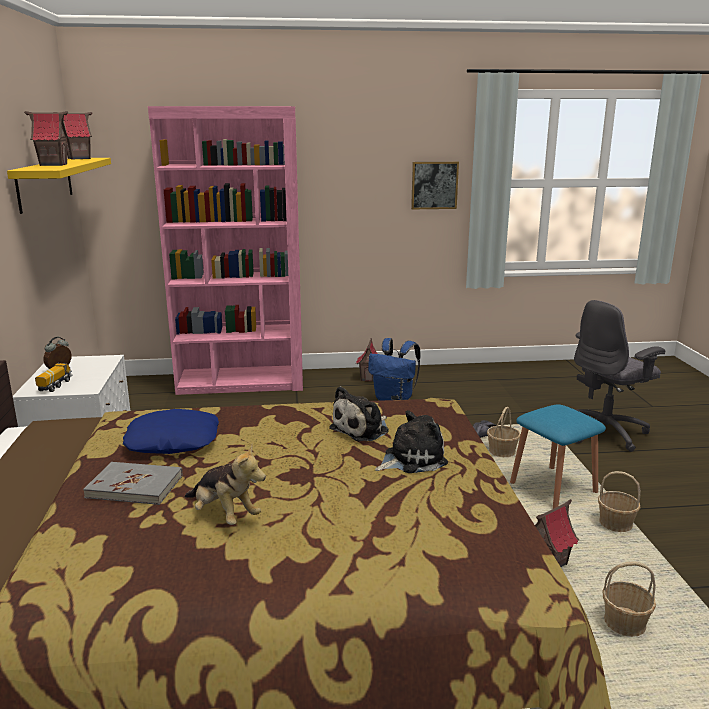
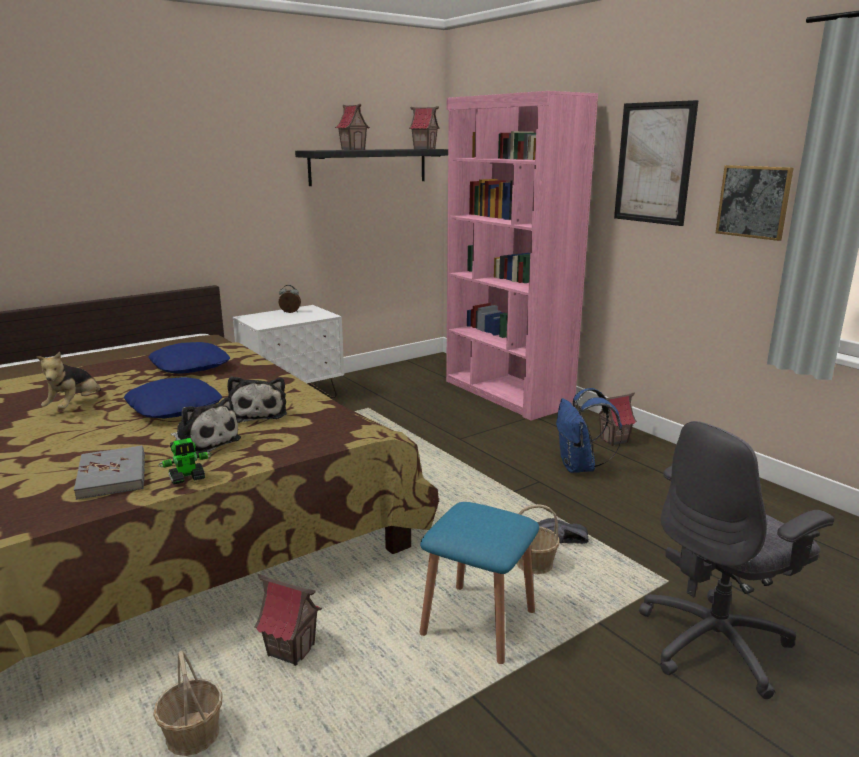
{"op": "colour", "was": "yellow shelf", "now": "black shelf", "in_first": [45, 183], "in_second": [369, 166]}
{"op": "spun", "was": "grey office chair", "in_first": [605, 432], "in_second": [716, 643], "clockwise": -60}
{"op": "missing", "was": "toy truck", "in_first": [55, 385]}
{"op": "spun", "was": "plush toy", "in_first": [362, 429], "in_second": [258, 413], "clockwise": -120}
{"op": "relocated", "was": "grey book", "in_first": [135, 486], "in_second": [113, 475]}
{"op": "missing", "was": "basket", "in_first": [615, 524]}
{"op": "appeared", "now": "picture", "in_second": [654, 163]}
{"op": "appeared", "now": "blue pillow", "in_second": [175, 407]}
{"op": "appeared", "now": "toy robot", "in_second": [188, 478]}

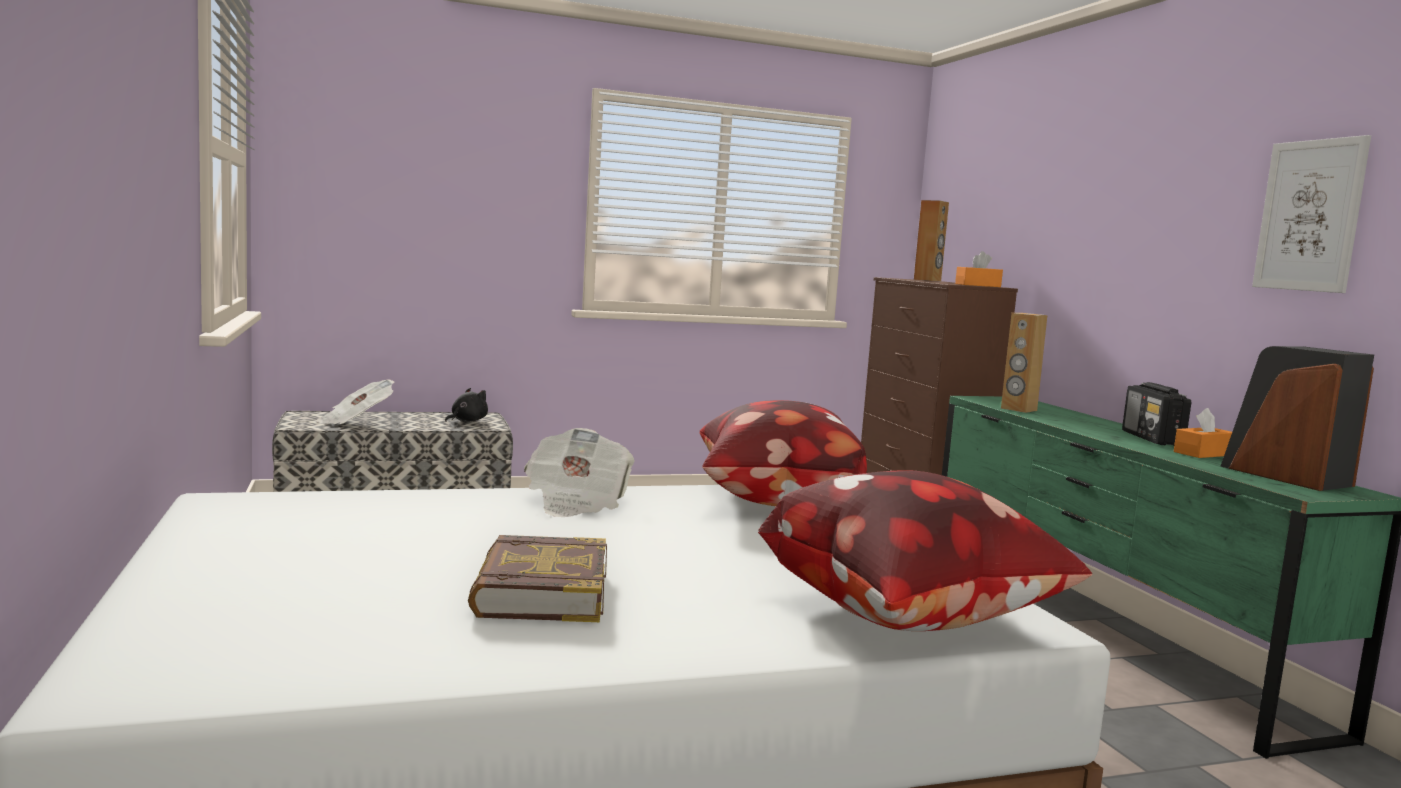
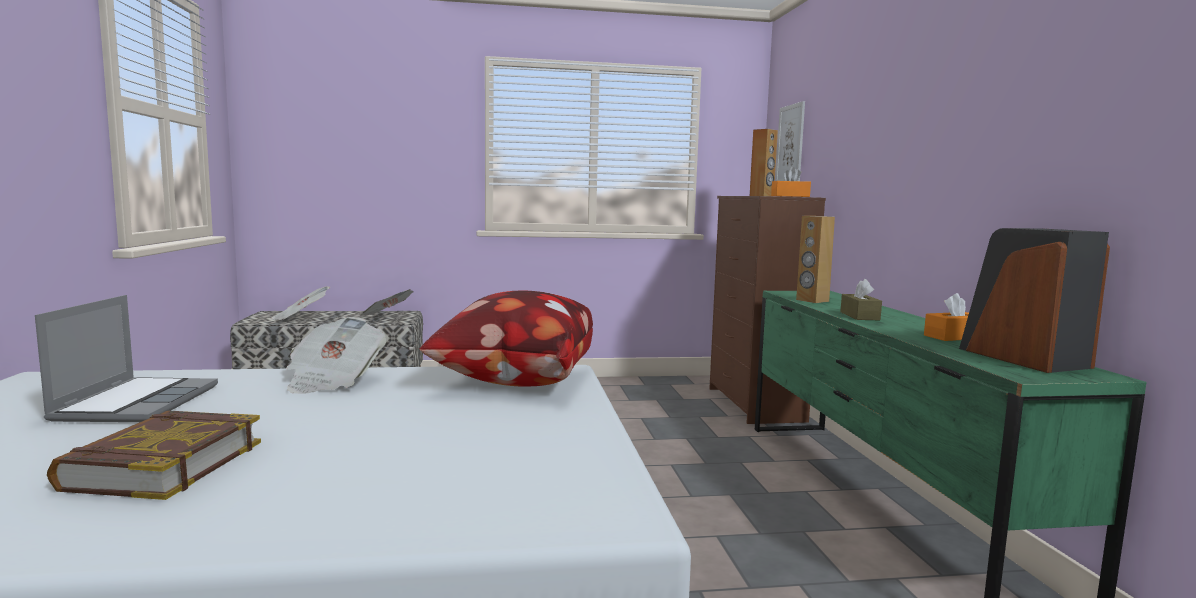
{"op": "relocated", "was": "picture", "in_first": [1309, 215], "in_second": [790, 144]}
{"op": "missing", "was": "radio", "in_first": [1152, 439]}
{"op": "exchanged", "was": "black plush toy", "now": "newspaper", "in_first": [467, 421], "in_second": [387, 317]}
{"op": "missing", "was": "pillow", "in_first": [912, 620]}
{"op": "appeared", "now": "brown tissue box", "in_second": [859, 316]}
{"op": "appeared", "now": "laptop", "in_second": [137, 402]}

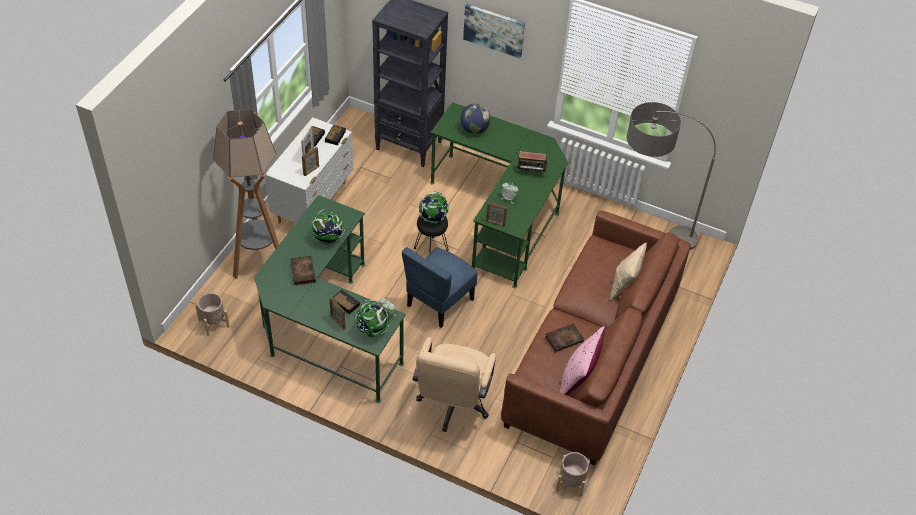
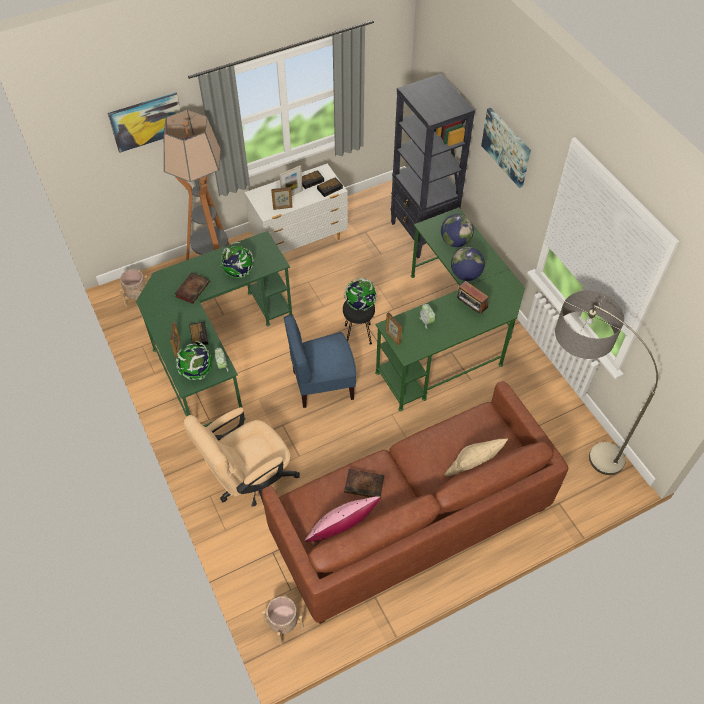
{"op": "appeared", "now": "picture", "in_second": [146, 121]}
{"op": "appeared", "now": "globe", "in_second": [465, 275]}

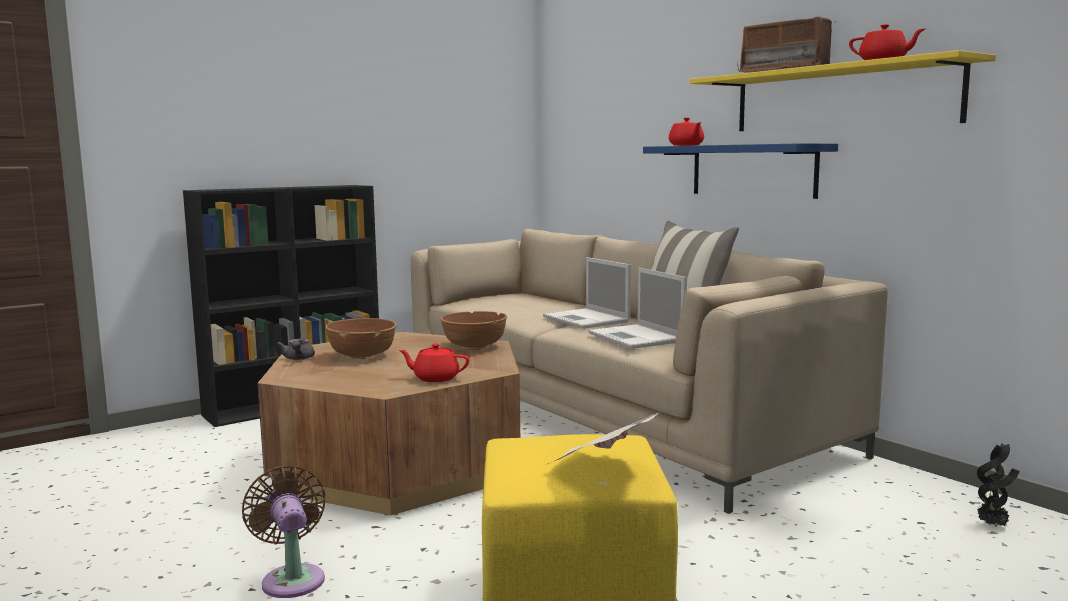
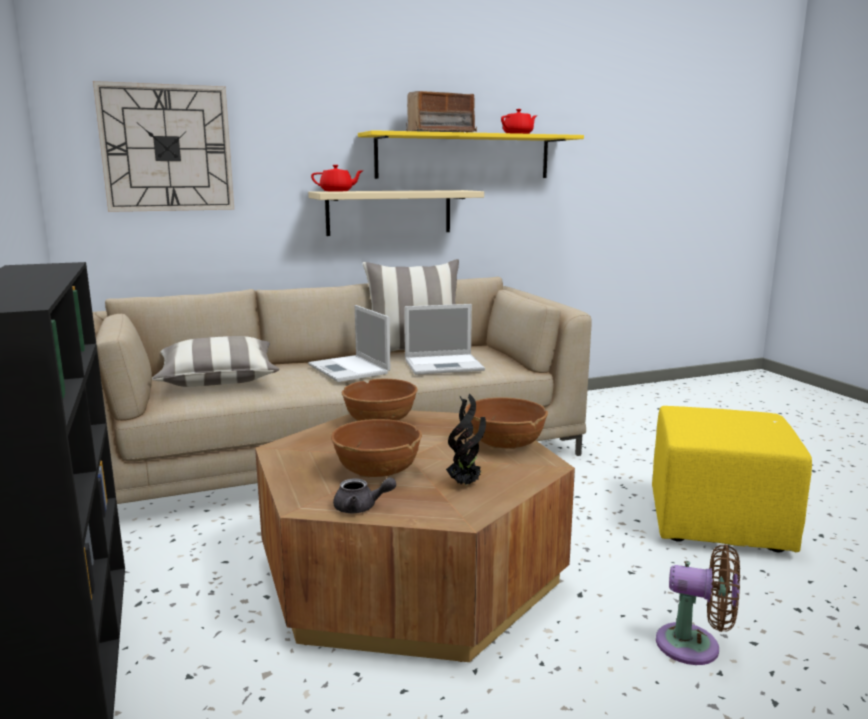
{"op": "colour", "was": "blue shelf", "now": "beige shelf", "in_first": [752, 170], "in_second": [389, 212]}
{"op": "spun", "was": "laptop", "in_first": [587, 319], "in_second": [349, 369], "clockwise": 75}
{"op": "exchanged", "was": "red teapot", "now": "brown bowl", "in_first": [435, 378], "in_second": [505, 444]}
{"op": "missing", "was": "newspaper", "in_first": [602, 468]}
{"op": "relocated", "was": "potted plant", "in_first": [993, 525], "in_second": [466, 484]}
{"op": "spun", "was": "brown fan", "in_first": [292, 578], "in_second": [695, 646], "clockwise": -150}
{"op": "appeared", "now": "wall clock", "in_second": [167, 148]}
{"op": "appeared", "now": "pillow", "in_second": [218, 380]}

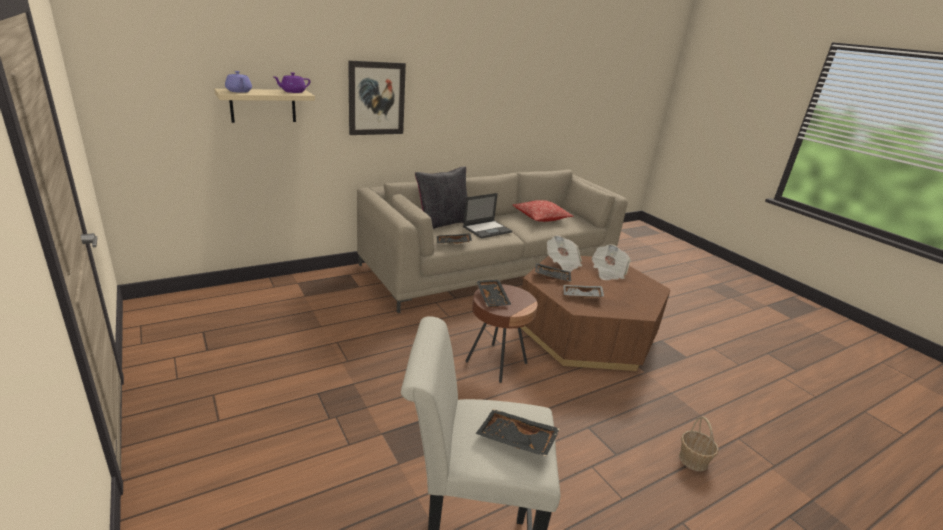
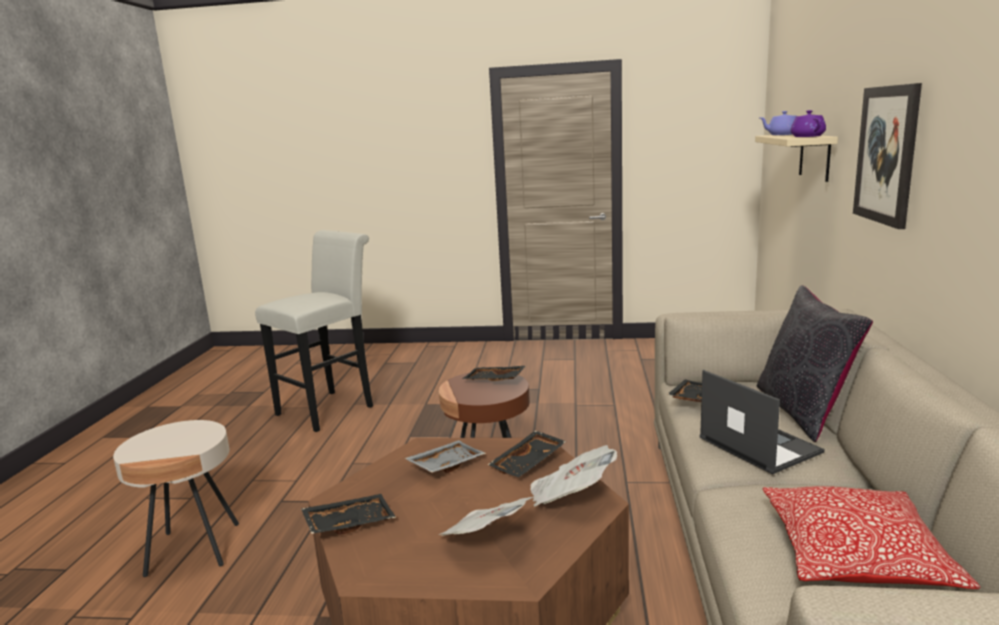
{"op": "spun", "was": "laptop", "in_first": [487, 229], "in_second": [758, 444], "clockwise": 150}
{"op": "relocated", "was": "black tray", "in_first": [515, 440], "in_second": [349, 523]}
{"op": "exchanged", "was": "basket", "now": "beige side table", "in_first": [693, 460], "in_second": [193, 549]}

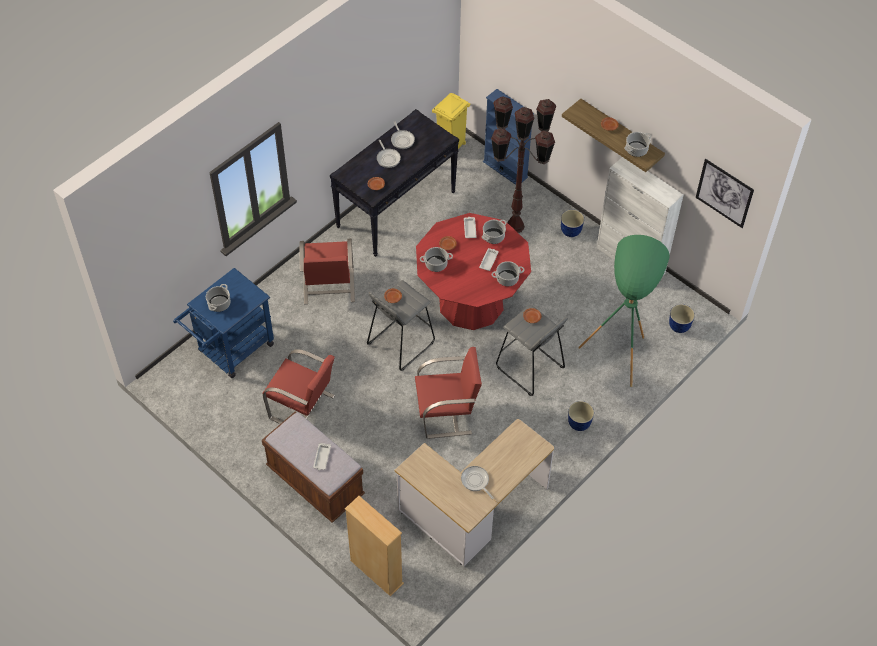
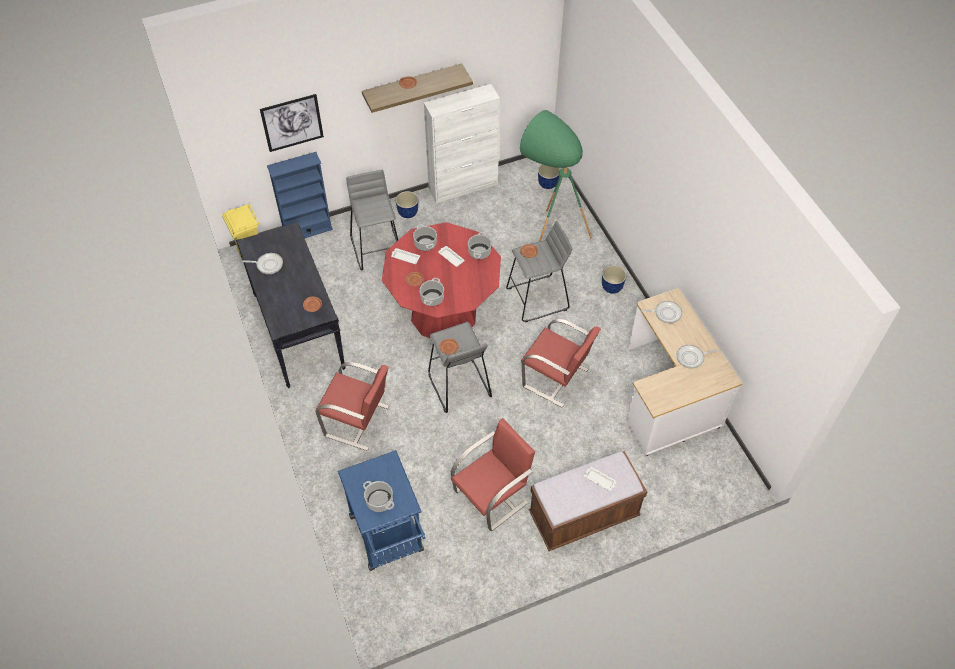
{"op": "exchanged", "was": "brown floor lamp", "now": "grey stool", "in_first": [515, 226], "in_second": [377, 248]}
{"op": "missing", "was": "cooking pot", "in_first": [636, 149]}
{"op": "relocated", "was": "frying pan", "in_first": [388, 158], "in_second": [666, 313]}
{"op": "relocated", "was": "picture", "in_first": [724, 193], "in_second": [292, 123]}
{"op": "spun", "was": "red chair", "in_first": [447, 414], "in_second": [556, 379], "clockwise": 105}
{"op": "missing", "was": "beige bookcase", "in_first": [376, 572]}

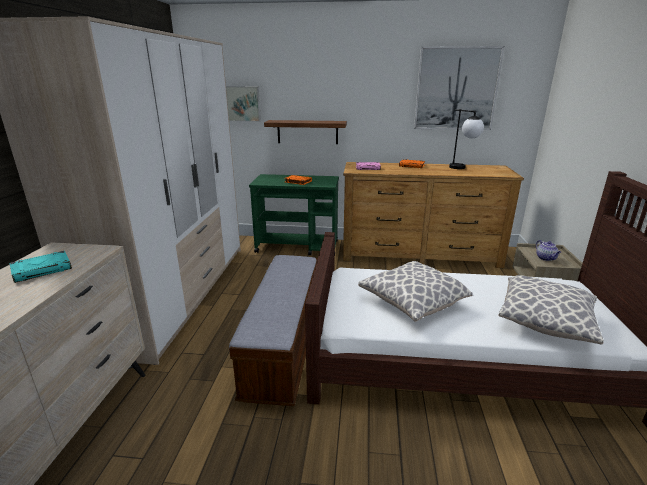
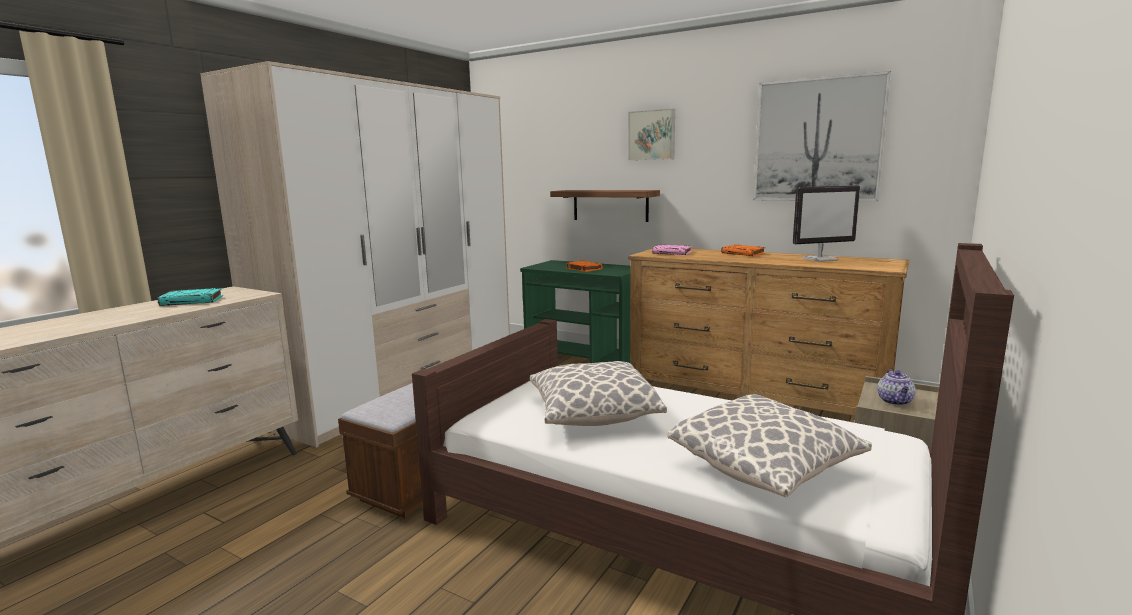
{"op": "relocated", "was": "picture", "in_first": [243, 103], "in_second": [652, 135]}
{"op": "exchanged", "was": "table lamp", "now": "monitor", "in_first": [463, 168], "in_second": [820, 259]}

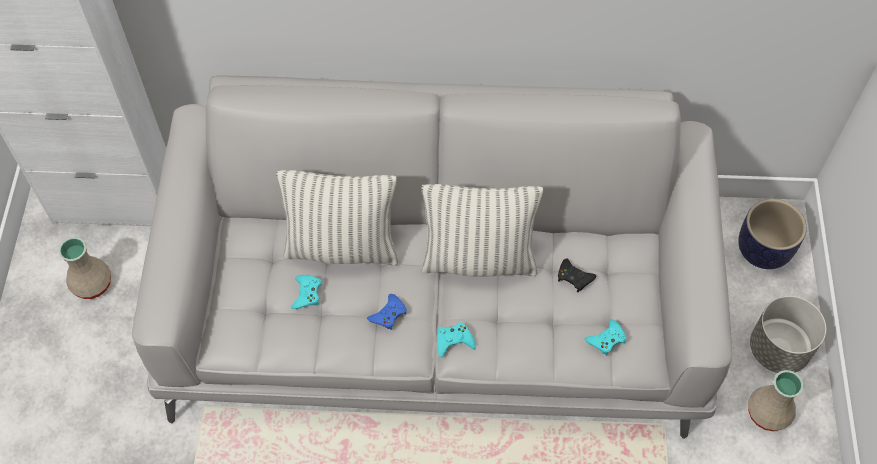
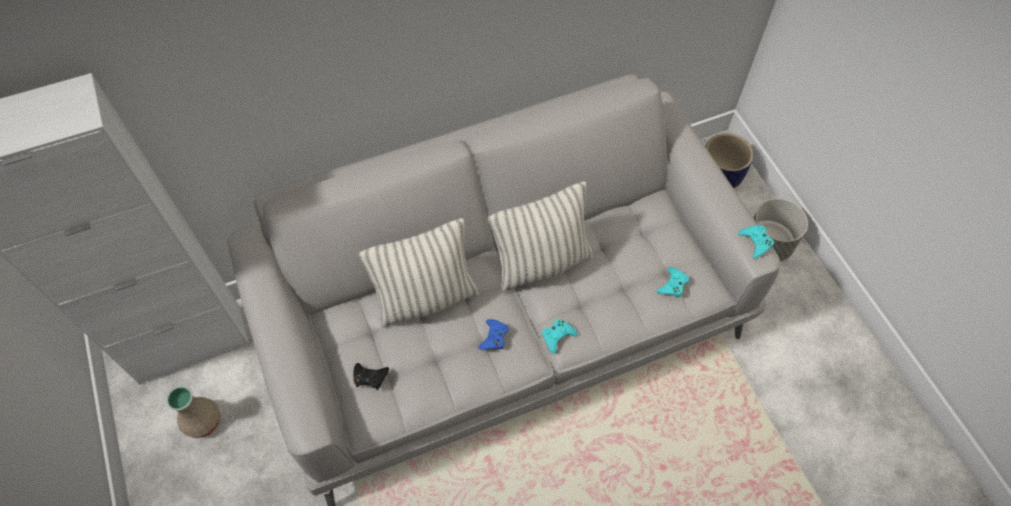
{"op": "relocated", "was": "black game controller", "in_first": [574, 277], "in_second": [370, 377]}
{"op": "relocated", "was": "turquoise game controller", "in_first": [307, 294], "in_second": [756, 242]}
{"op": "missing", "was": "beige vase", "in_first": [769, 413]}

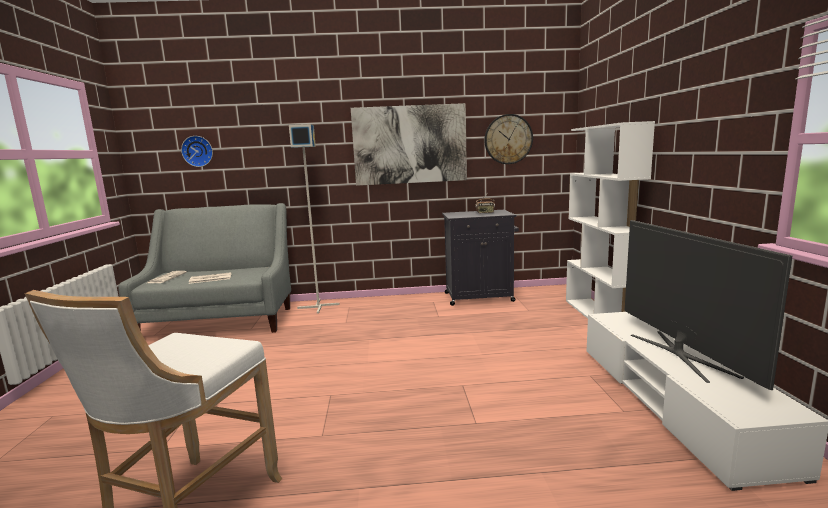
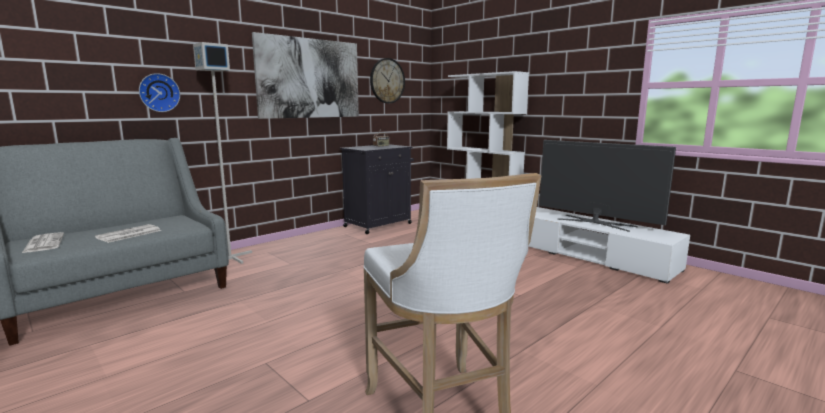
{"op": "relocated", "was": "wall clock", "in_first": [198, 151], "in_second": [159, 93]}

